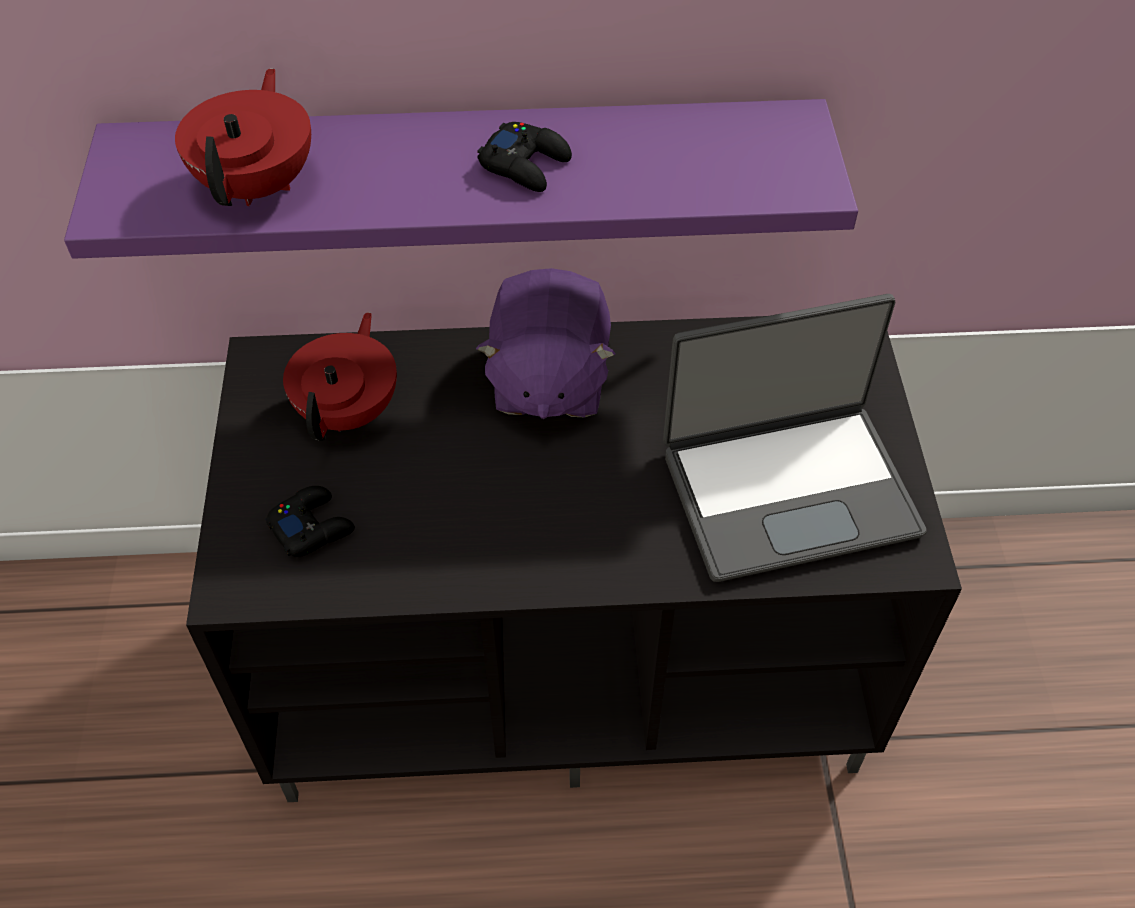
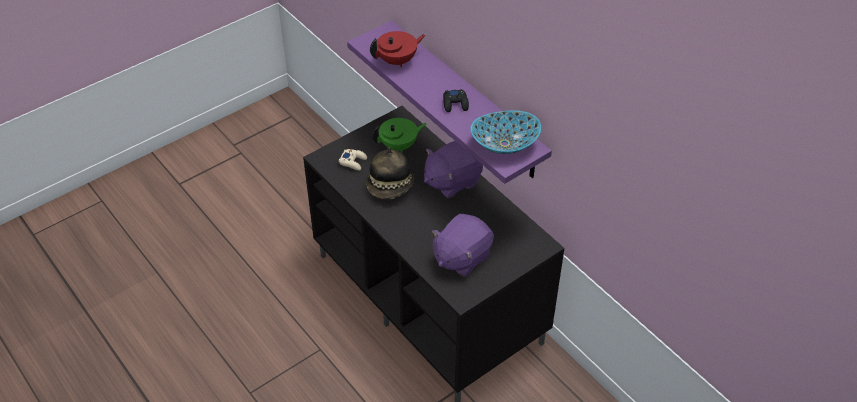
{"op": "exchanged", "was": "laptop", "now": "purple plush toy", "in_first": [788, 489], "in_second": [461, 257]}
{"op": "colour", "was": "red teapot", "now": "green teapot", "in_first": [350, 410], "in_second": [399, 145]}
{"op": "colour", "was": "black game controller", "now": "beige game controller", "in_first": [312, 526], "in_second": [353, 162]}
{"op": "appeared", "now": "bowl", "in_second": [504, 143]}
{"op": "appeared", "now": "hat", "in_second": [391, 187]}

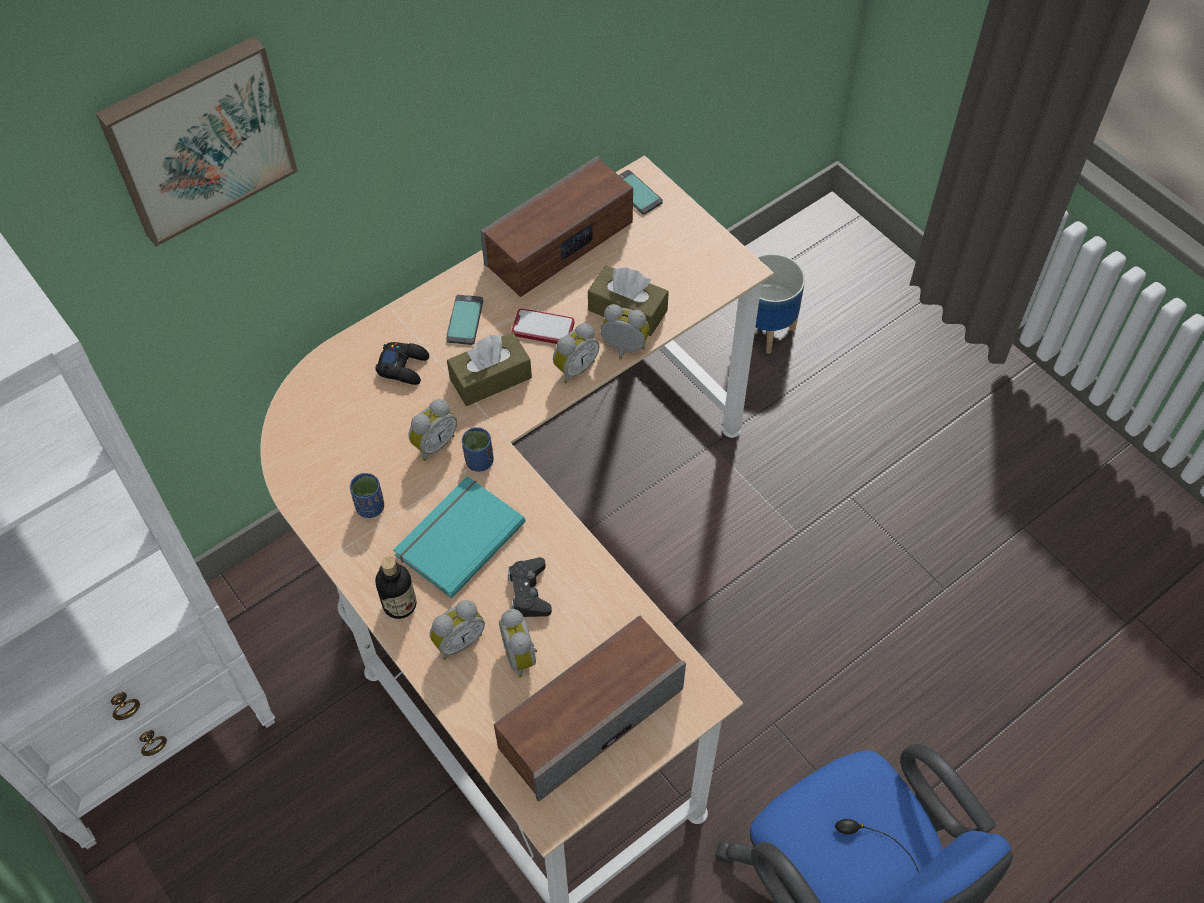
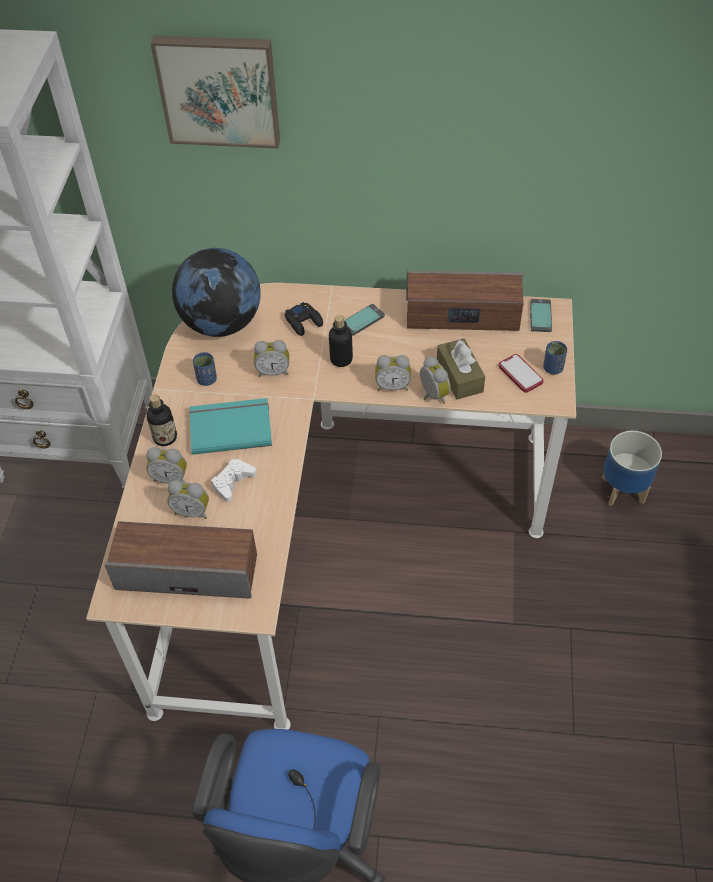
{"op": "relocated", "was": "phone", "in_first": [543, 328], "in_second": [520, 374]}
{"op": "exchanged", "was": "brown tissue box", "now": "bottle", "in_first": [490, 378], "in_second": [341, 359]}
{"op": "relocated", "was": "blue cup", "in_first": [479, 461], "in_second": [552, 368]}
{"op": "colour", "was": "black game controller", "now": "white game controller", "in_first": [529, 592], "in_second": [233, 482]}
{"op": "spun", "was": "alarm clock", "in_first": [522, 655], "in_second": [192, 511], "clockwise": -105}
{"op": "appeared", "now": "globe", "in_second": [222, 323]}

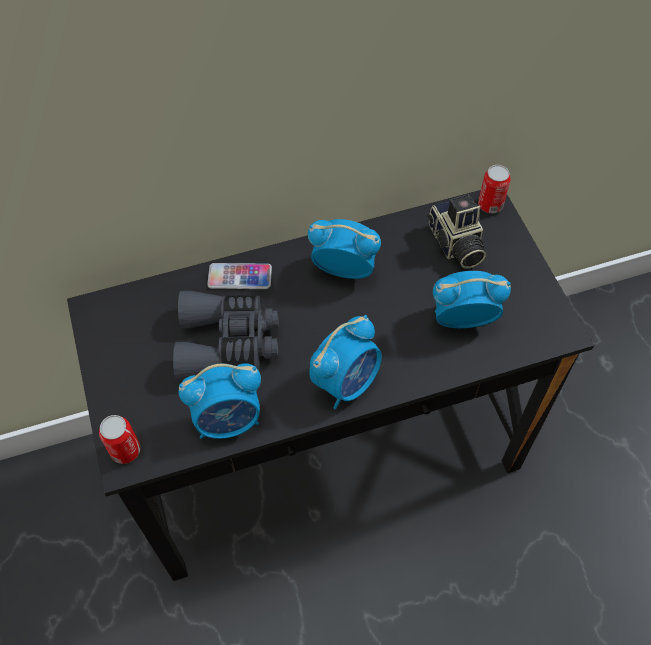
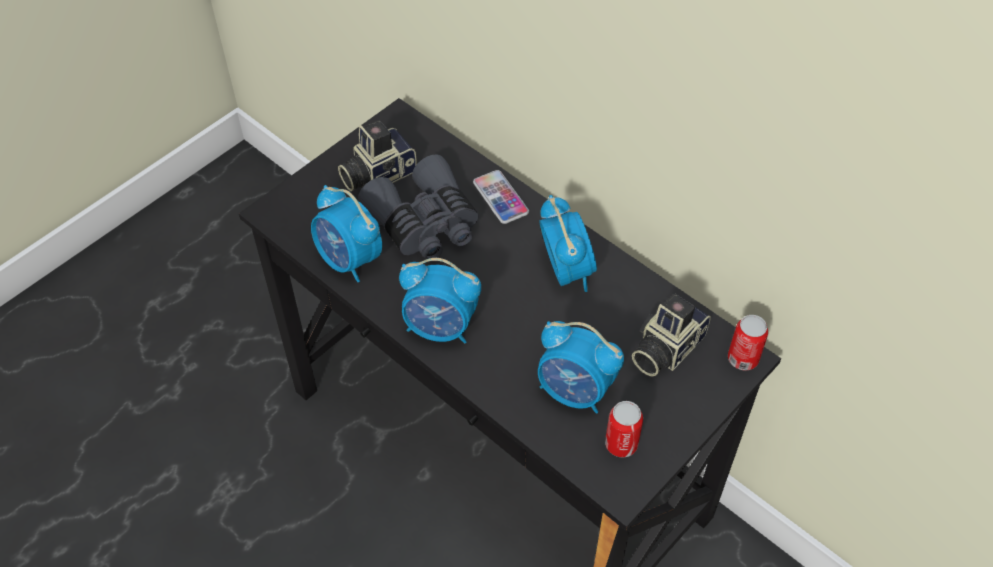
{"op": "spun", "was": "alarm clock", "in_first": [462, 319], "in_second": [575, 391], "clockwise": 150}
{"op": "relocated", "was": "can", "in_first": [125, 450], "in_second": [621, 444]}
{"op": "appeared", "now": "photo camera", "in_second": [377, 174]}

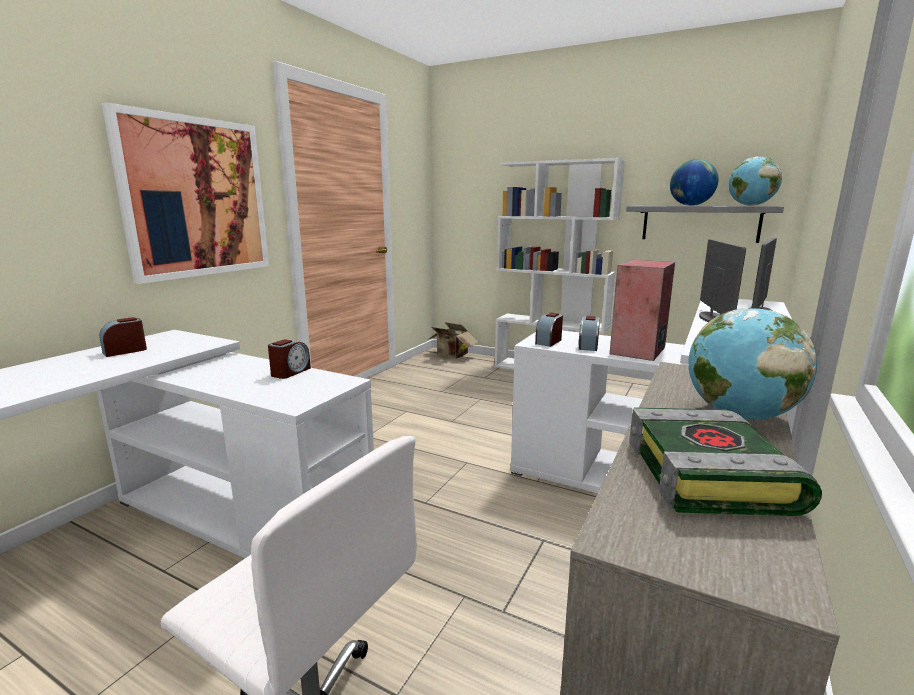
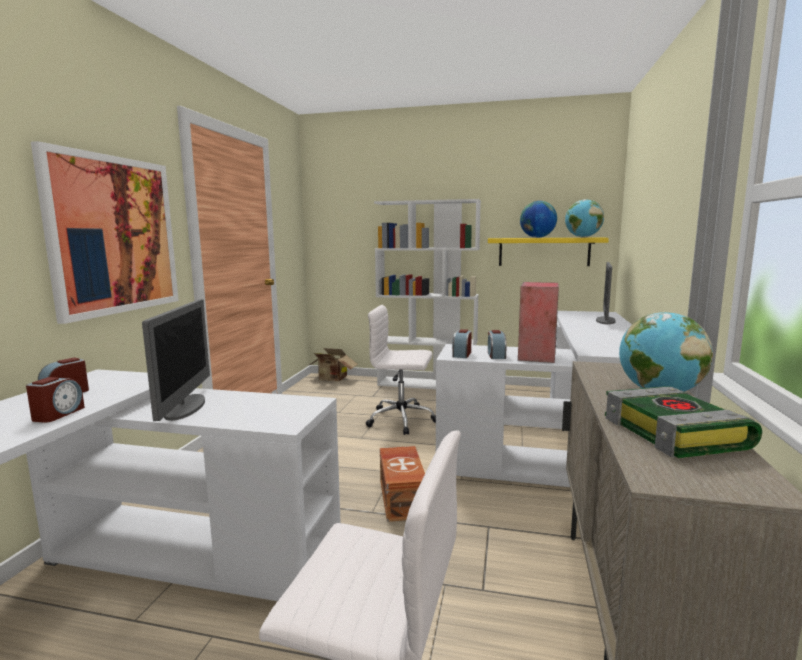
{"op": "colour", "was": "grey shelf", "now": "yellow shelf", "in_first": [700, 223], "in_second": [544, 251]}
{"op": "relocated", "was": "monitor", "in_first": [713, 318], "in_second": [185, 407]}
{"op": "relocated", "was": "alarm clock", "in_first": [290, 372], "in_second": [58, 414]}
{"op": "appeared", "now": "white office chair", "in_second": [402, 420]}
{"op": "appeared", "now": "brown storage box", "in_second": [403, 497]}

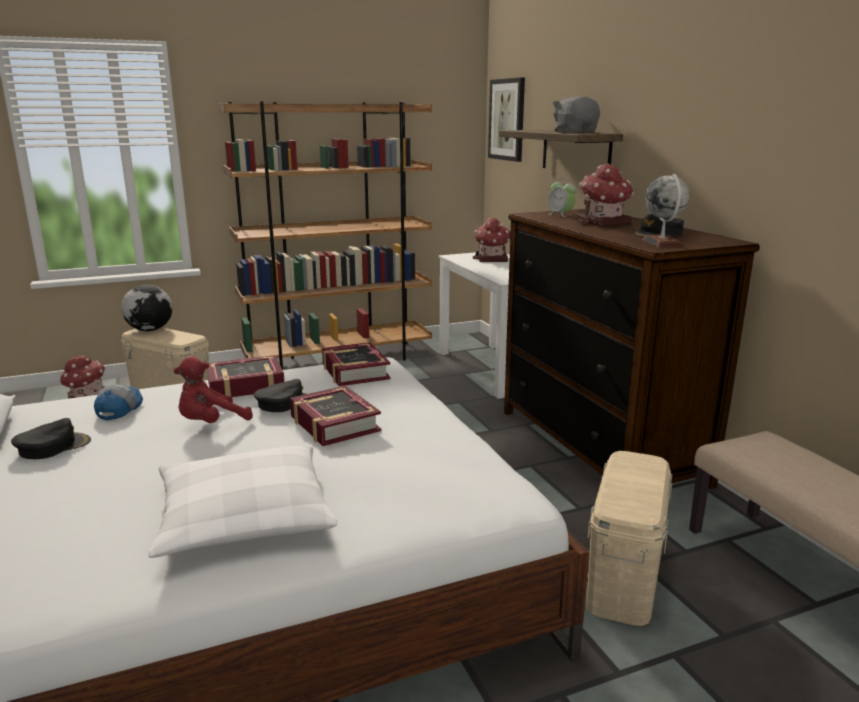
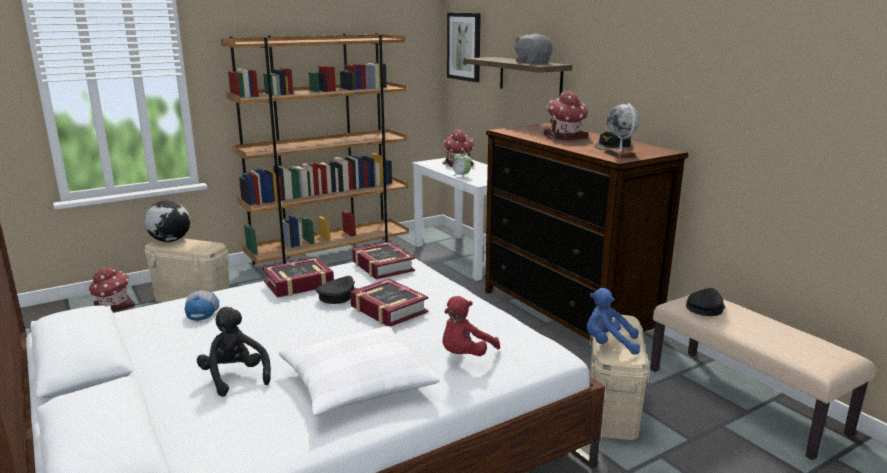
{"op": "relocated", "was": "alarm clock", "in_first": [561, 215], "in_second": [461, 176]}
{"op": "relocated", "was": "red plush toy", "in_first": [211, 423], "in_second": [465, 355]}
{"op": "relocated", "was": "black cap", "in_first": [53, 446], "in_second": [705, 308]}
{"op": "appeared", "now": "blue plush toy", "in_second": [608, 344]}
{"op": "appeared", "now": "black plush toy", "in_second": [235, 377]}

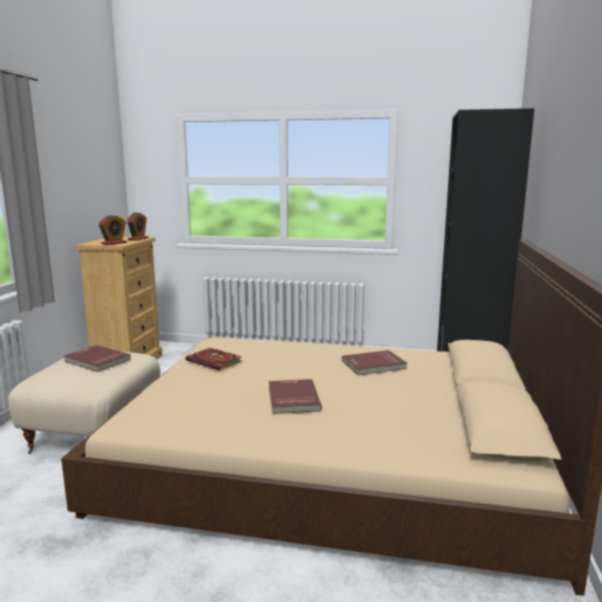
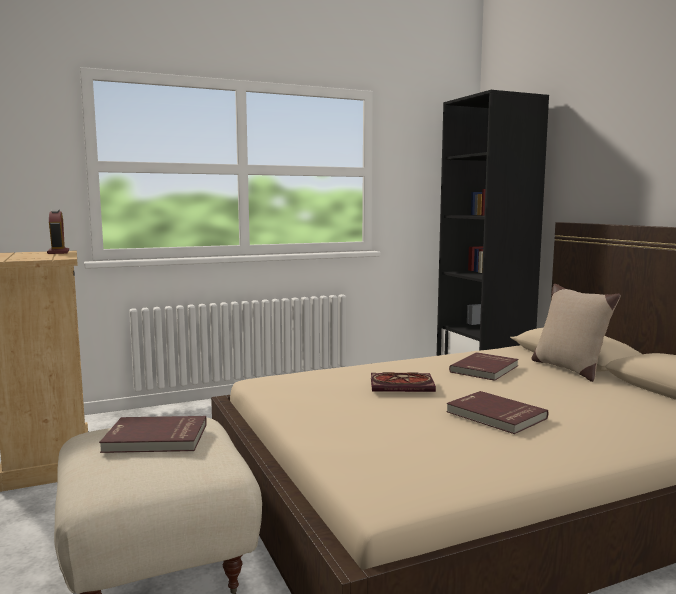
{"op": "missing", "was": "alarm clock", "in_first": [114, 243]}
{"op": "relocated", "was": "book", "in_first": [215, 361], "in_second": [403, 385]}
{"op": "appeared", "now": "beige pillow", "in_second": [568, 369]}

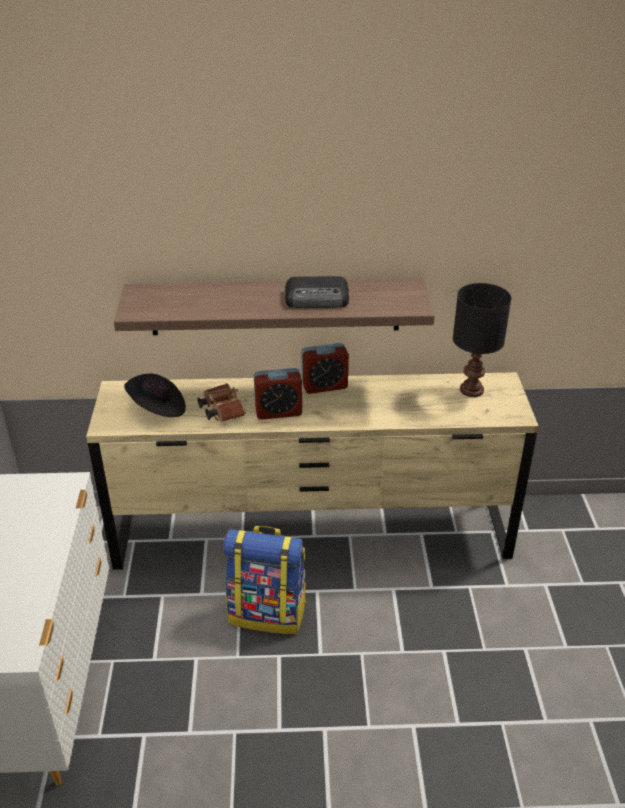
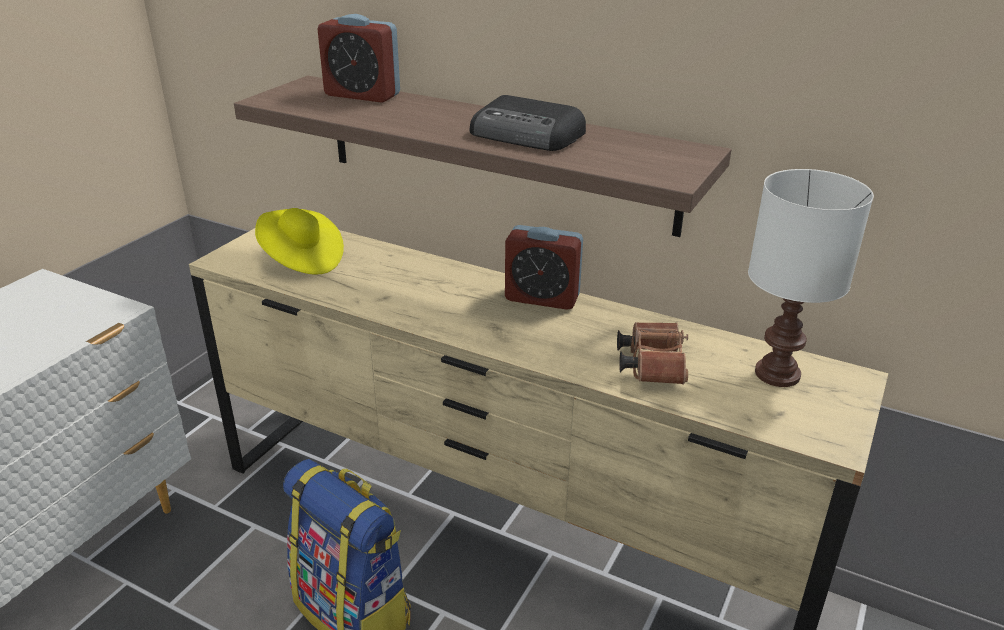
{"op": "colour", "was": "black table lamp", "now": "white table lamp", "in_first": [471, 390], "in_second": [776, 375]}
{"op": "relocated", "was": "alarm clock", "in_first": [278, 412], "in_second": [362, 95]}
{"op": "colour", "was": "black hat", "now": "yellow hat", "in_first": [158, 408], "in_second": [301, 260]}
{"op": "relocated", "was": "brown binoculars", "in_first": [221, 410], "in_second": [651, 365]}

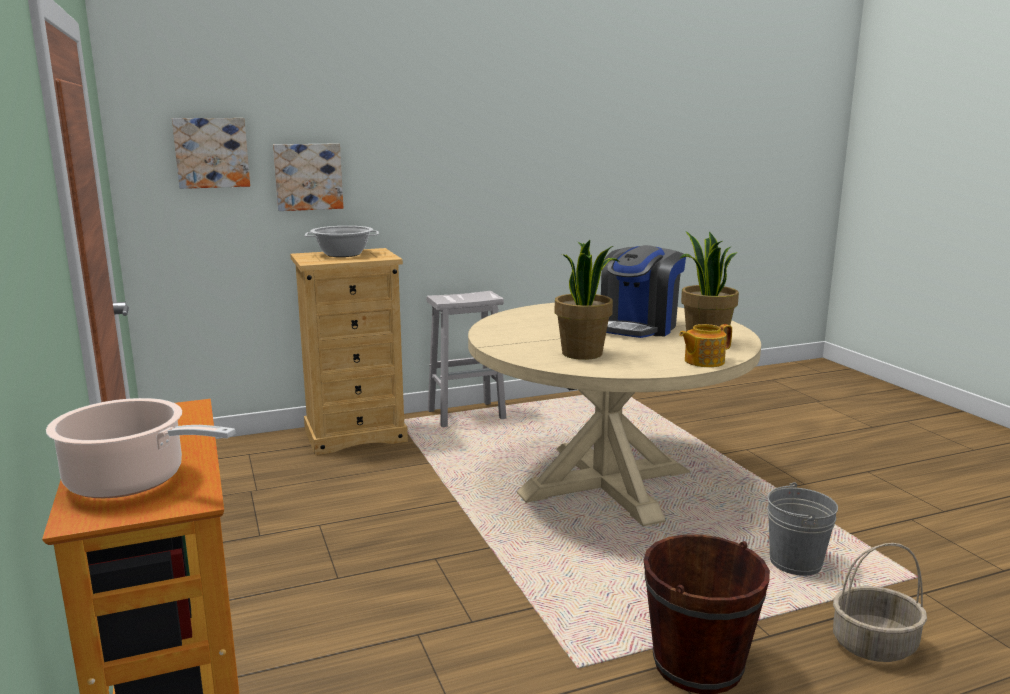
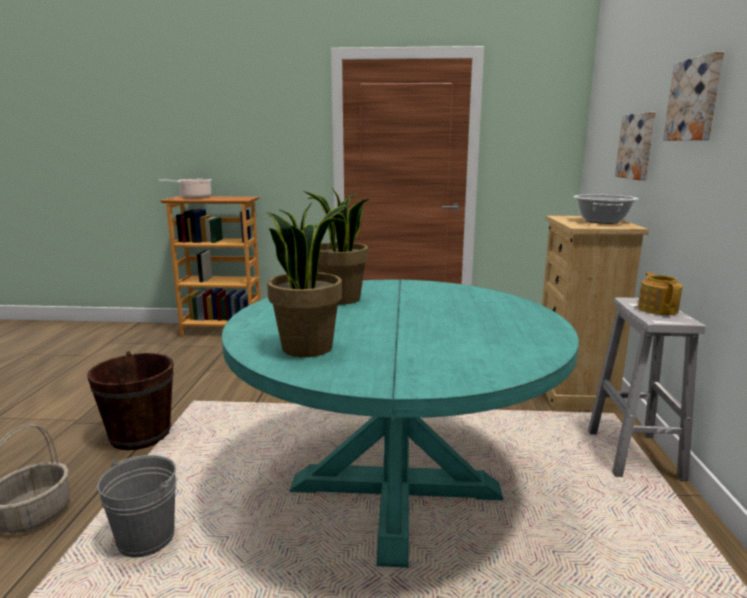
{"op": "relocated", "was": "picture", "in_first": [211, 152], "in_second": [695, 99]}
{"op": "missing", "was": "coffee machine", "in_first": [639, 327]}
{"op": "colour", "was": "beige dining table", "now": "turquoise dining table", "in_first": [605, 483], "in_second": [395, 489]}
{"op": "relocated", "was": "teapot", "in_first": [703, 361], "in_second": [657, 309]}

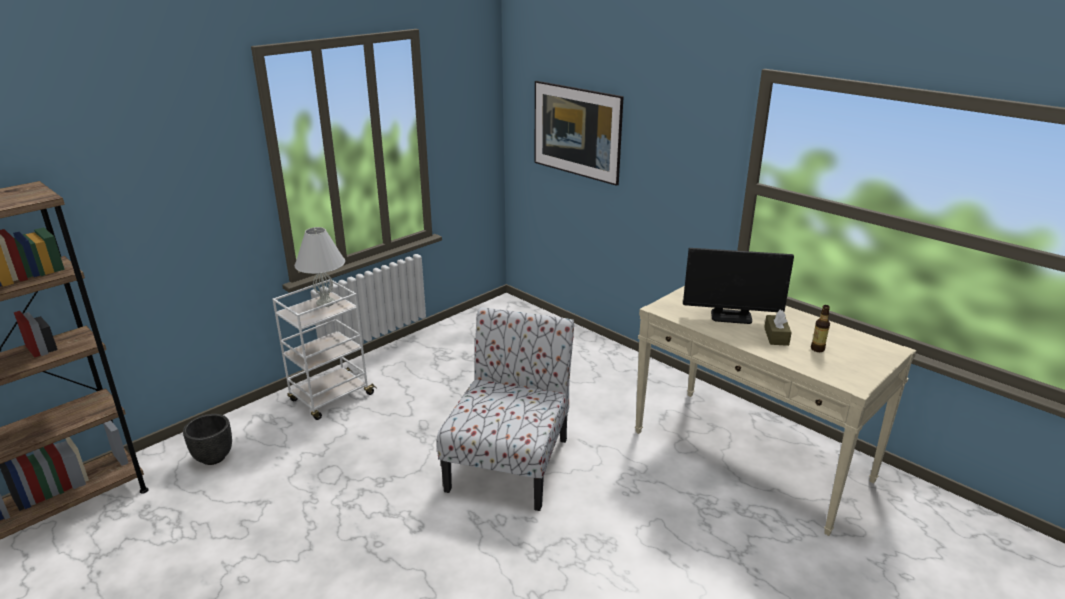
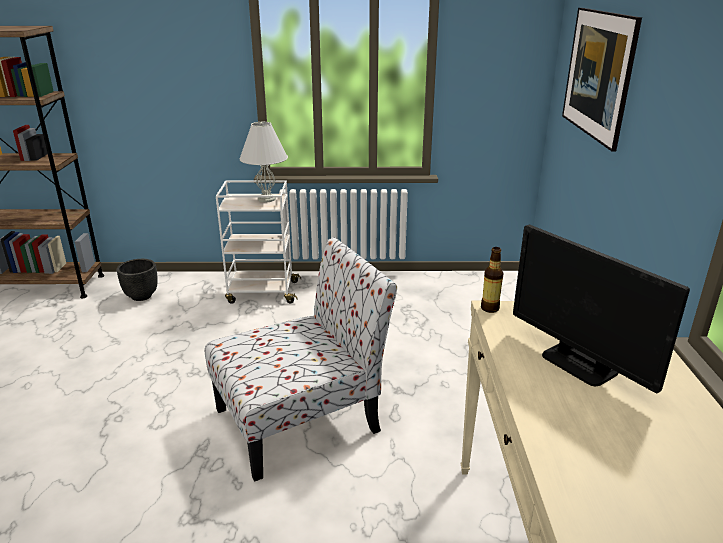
{"op": "relocated", "was": "bottle", "in_first": [817, 349], "in_second": [489, 308]}
{"op": "missing", "was": "brown tissue box", "in_first": [776, 336]}

